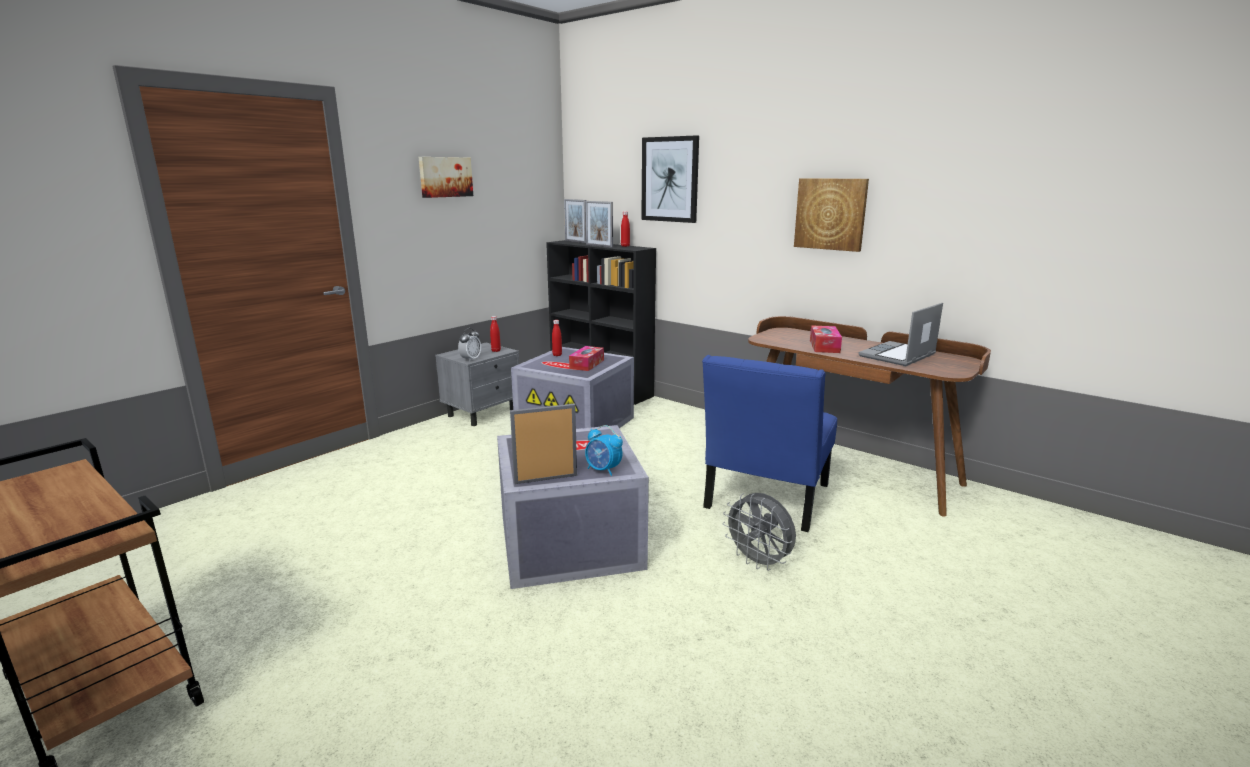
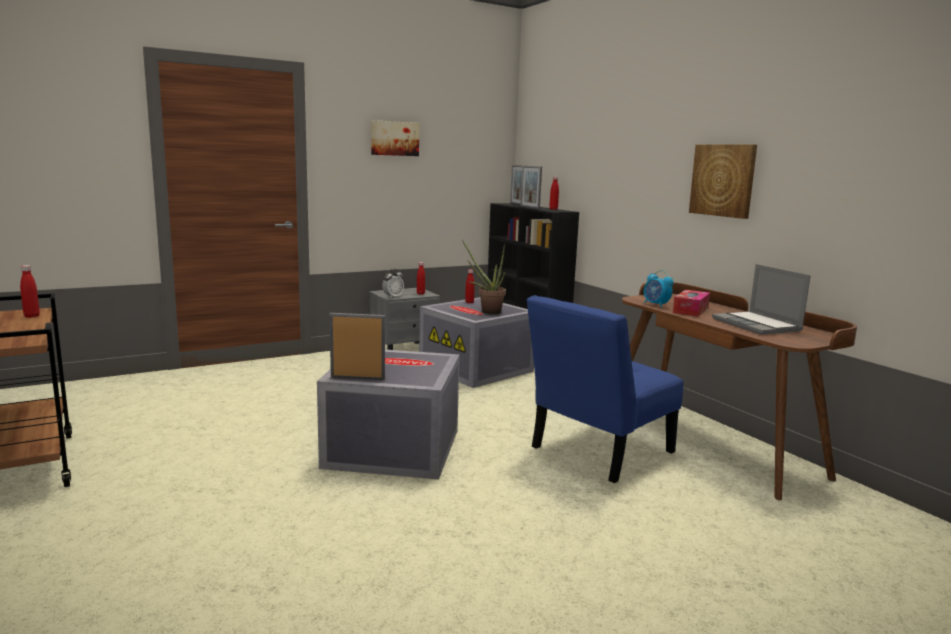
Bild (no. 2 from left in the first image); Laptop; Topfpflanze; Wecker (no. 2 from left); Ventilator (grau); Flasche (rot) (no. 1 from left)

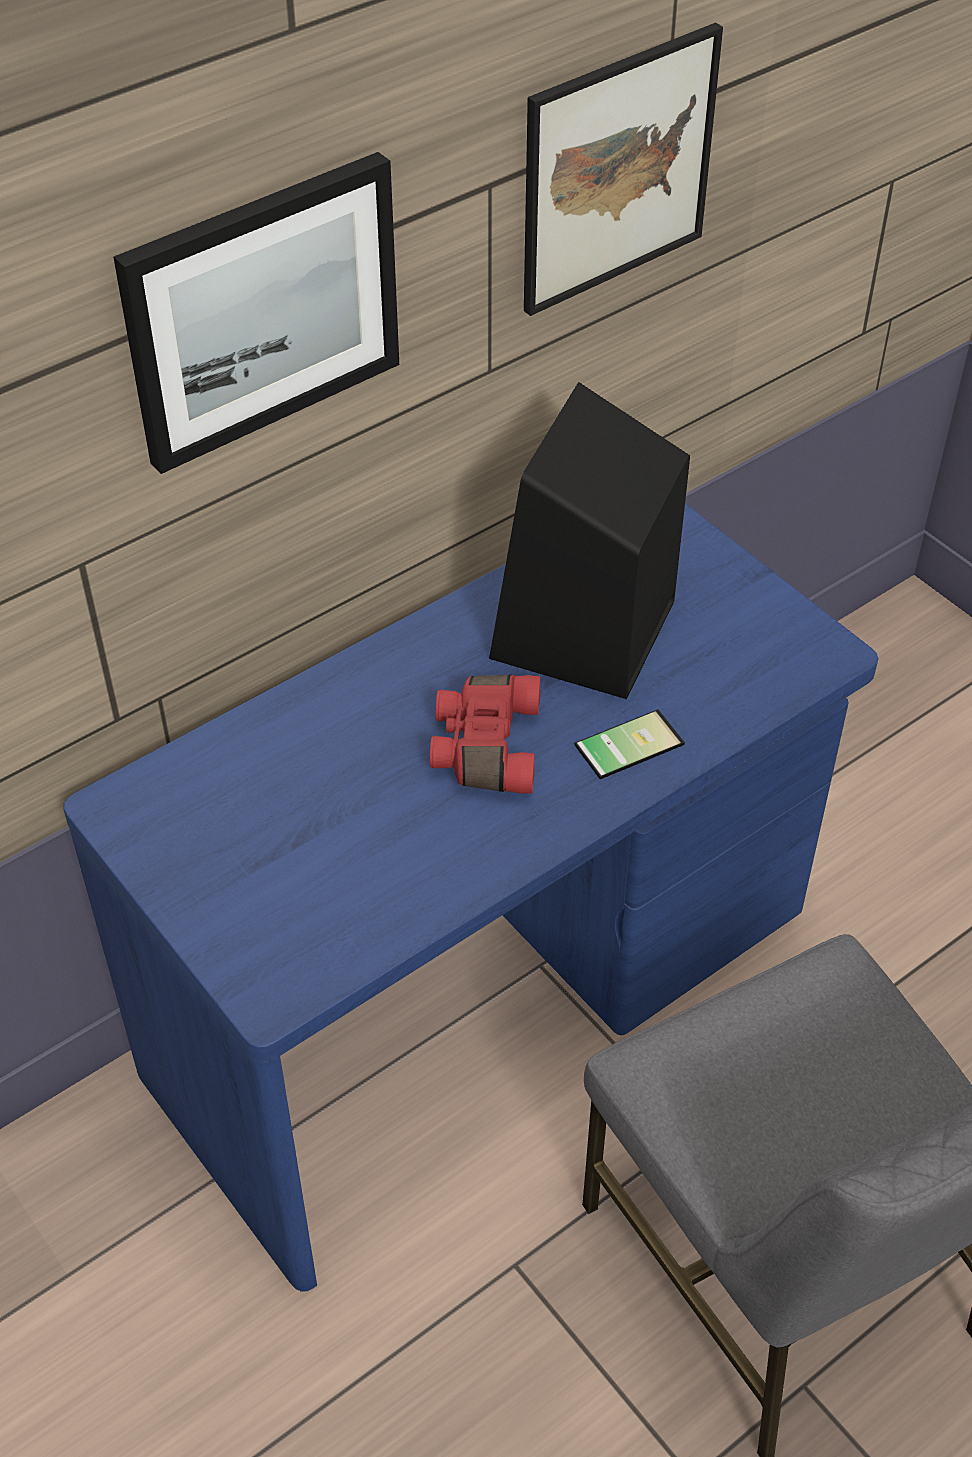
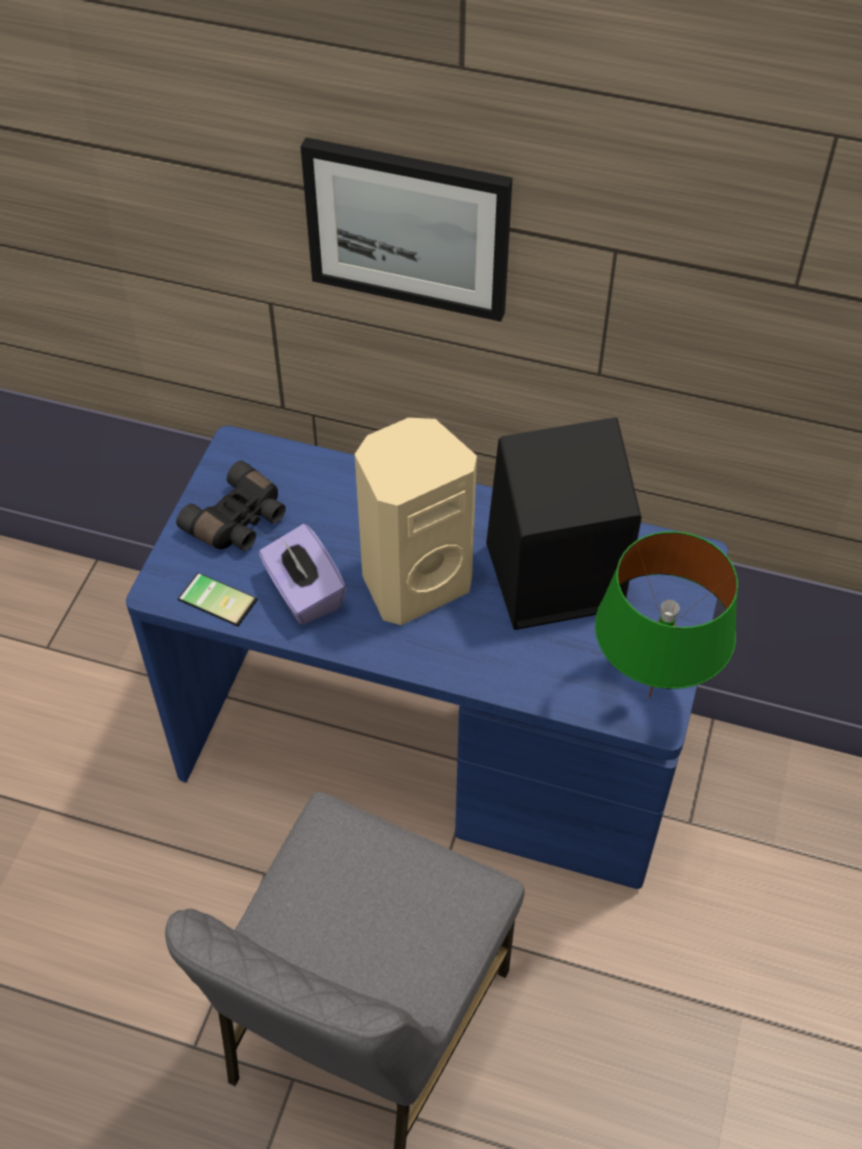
Bild (no. 2 from left in the first image); Lautsprecher (beige); Handy; Fernglas (schwarz); Taschentuchbox (lila); Tischlampe (grün)

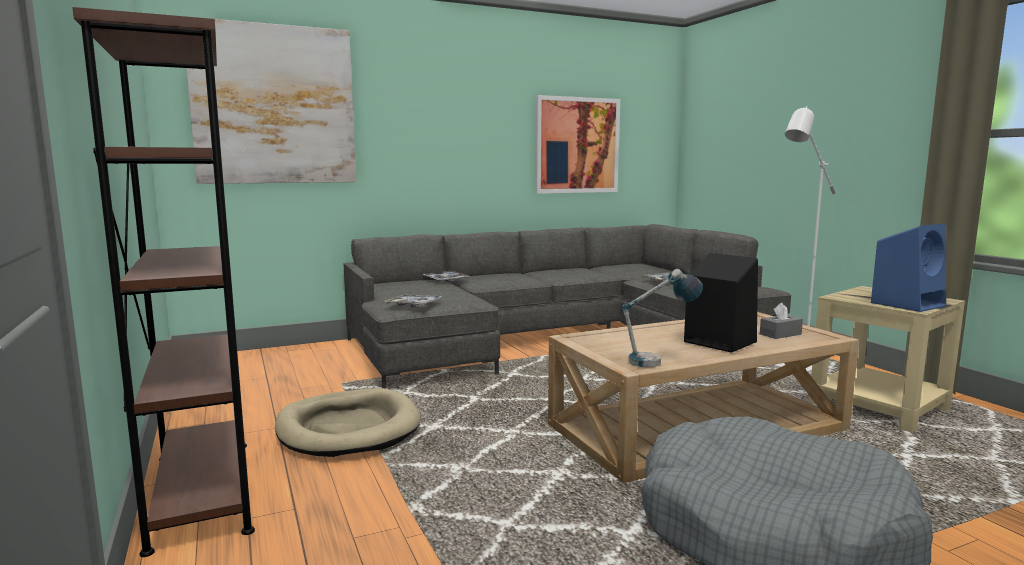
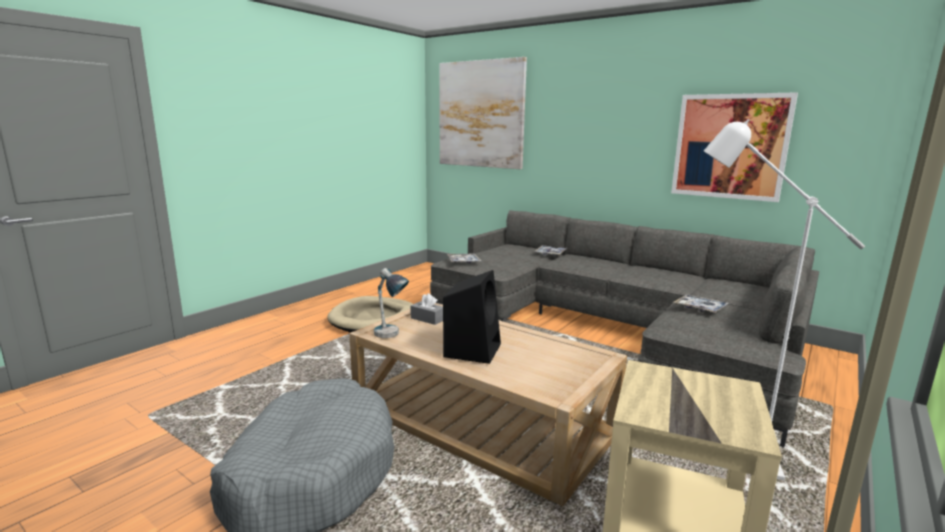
Bücherregal (braun); Lautsprecher (blau); Taschentuchbox (grau)

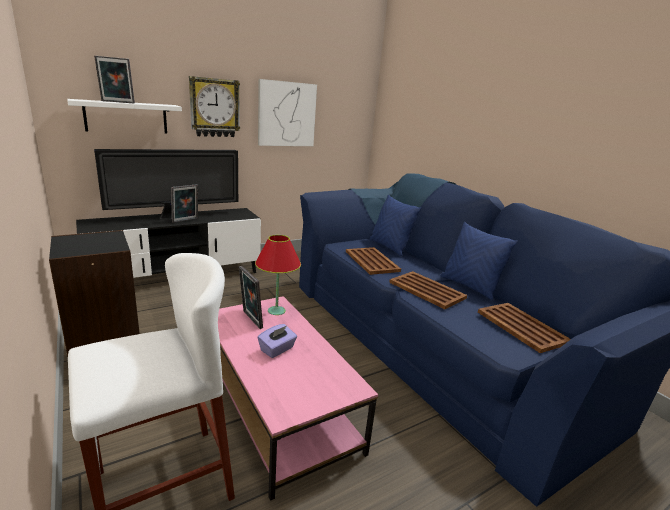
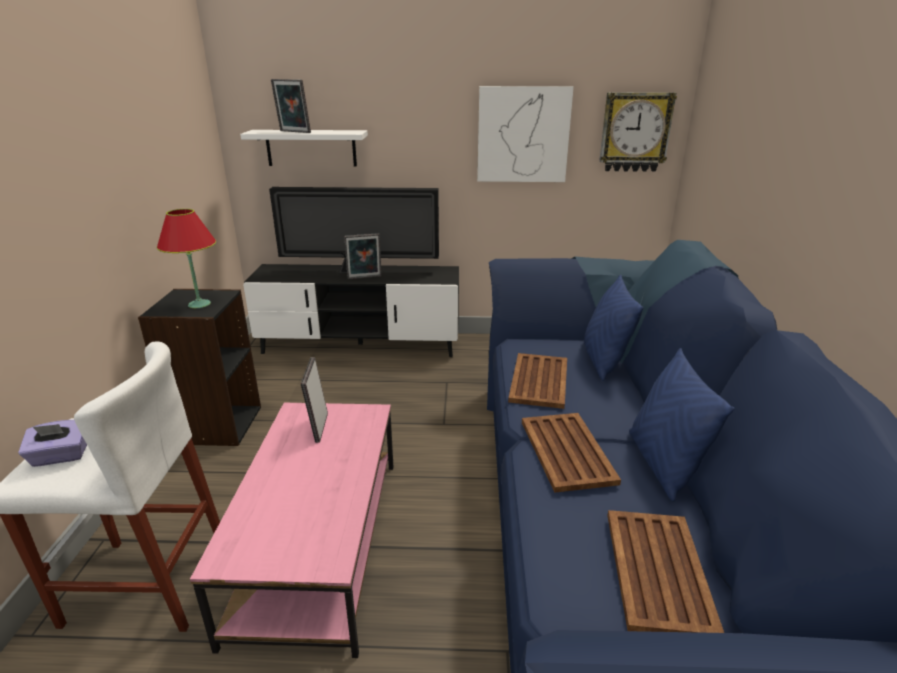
Wanduhr; Tischlampe (rot); Taschentuchbox (lila)

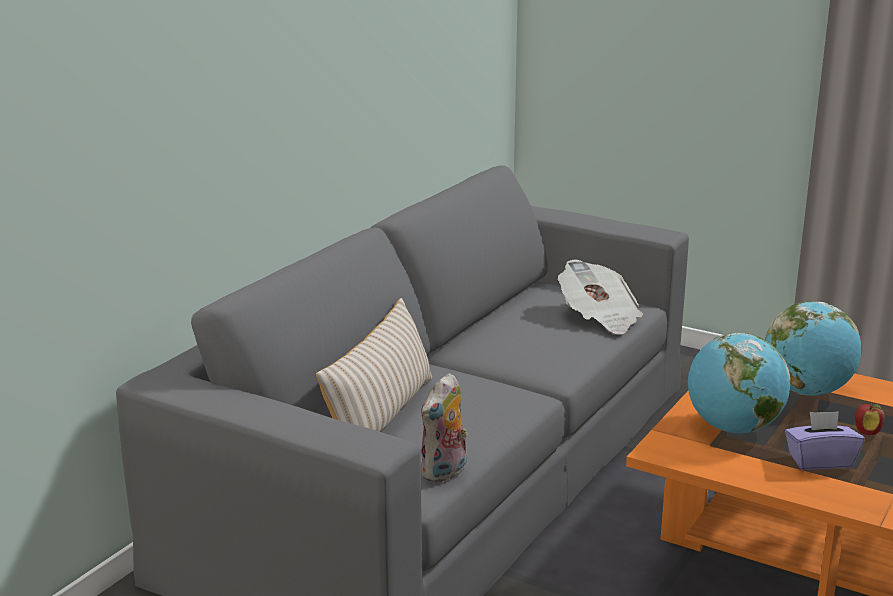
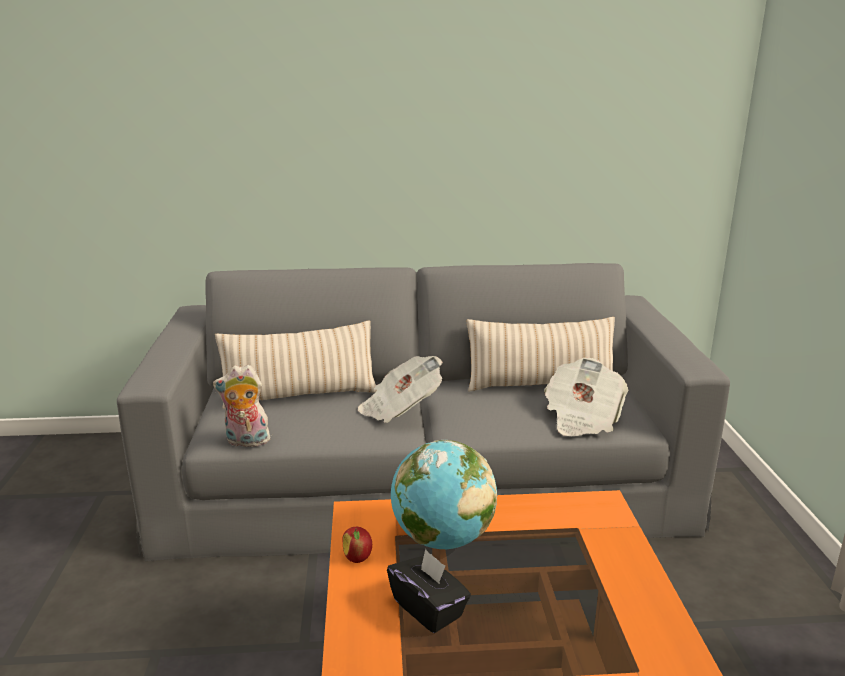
Globus (no. 2 from left in the first image); Apfel; Taschentuchbox (schwarz); Kissen (beige) (no. 2 from left); Zeitung (no. 1 from left)

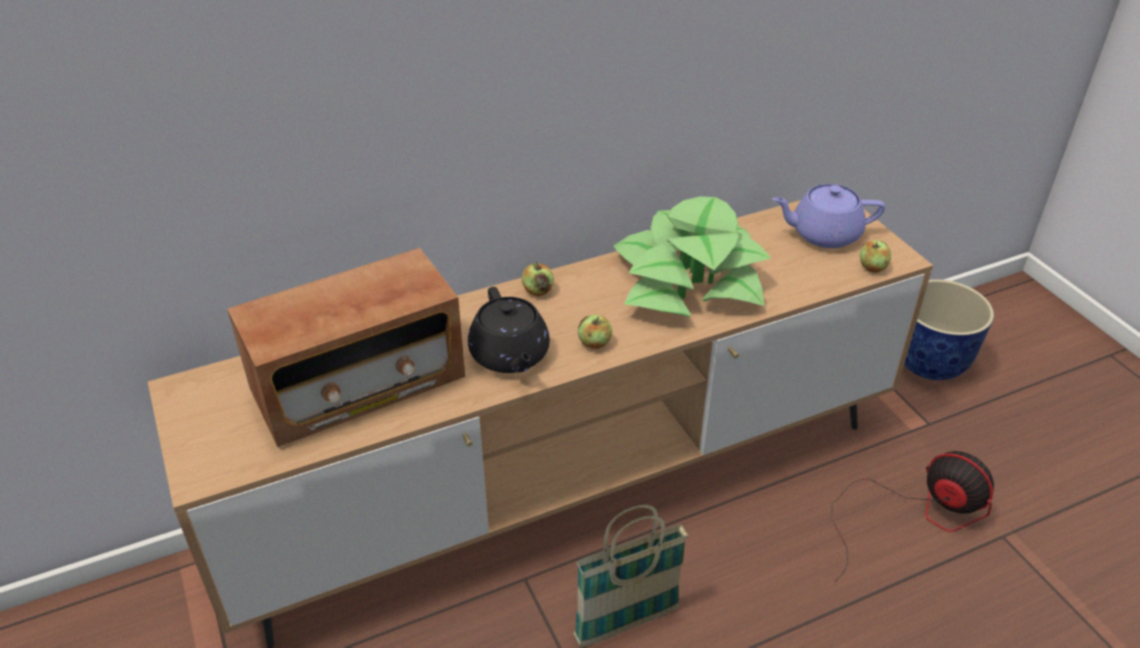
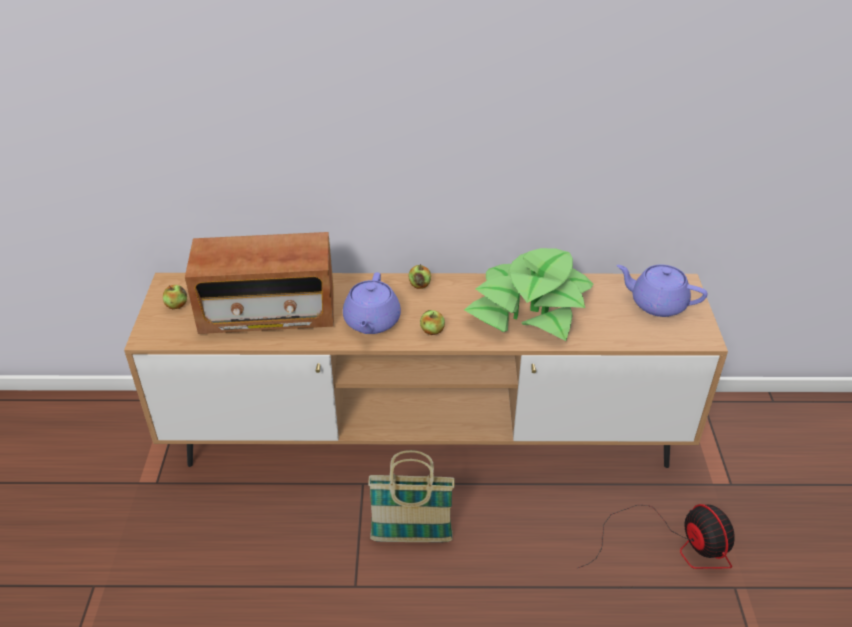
Apfel (no. 1 from left); Pflanzkübel; Teekanne (lila) (no. 1 from left)

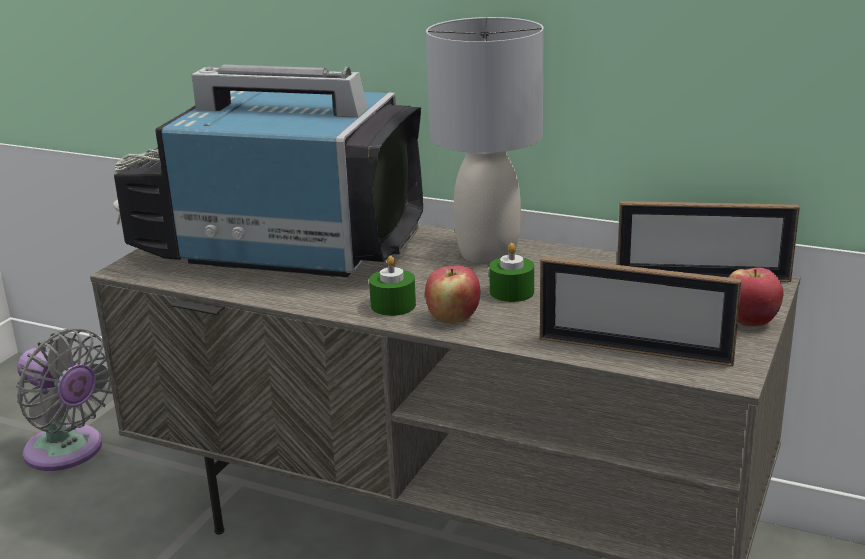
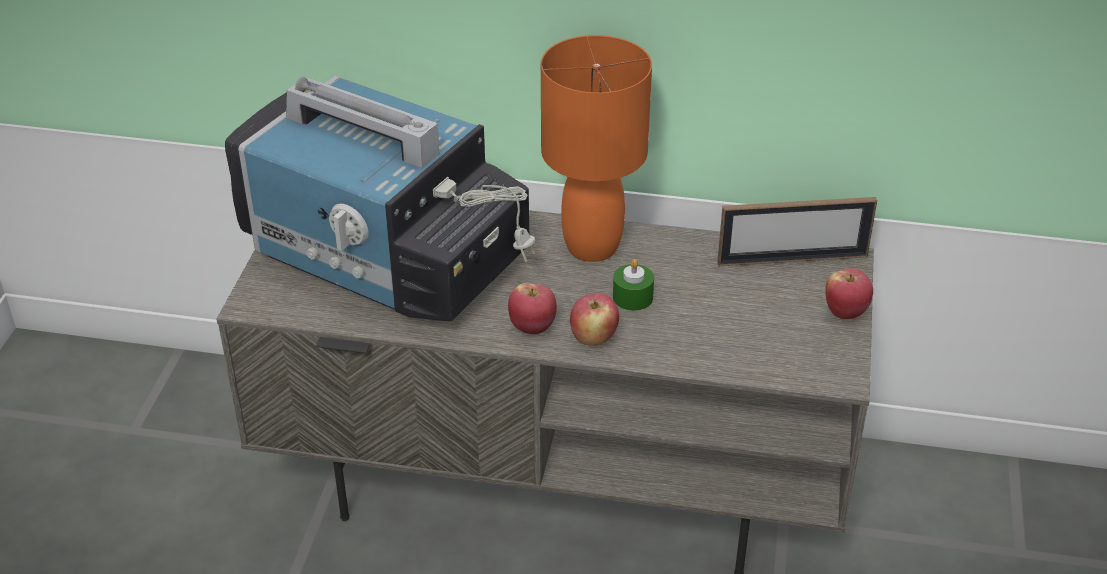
Tischlampe (orange); Fernseher; Apfel (no. 1 from left); Bilderrahmen (no. 1 from left in the first image); Ventilator (grau)

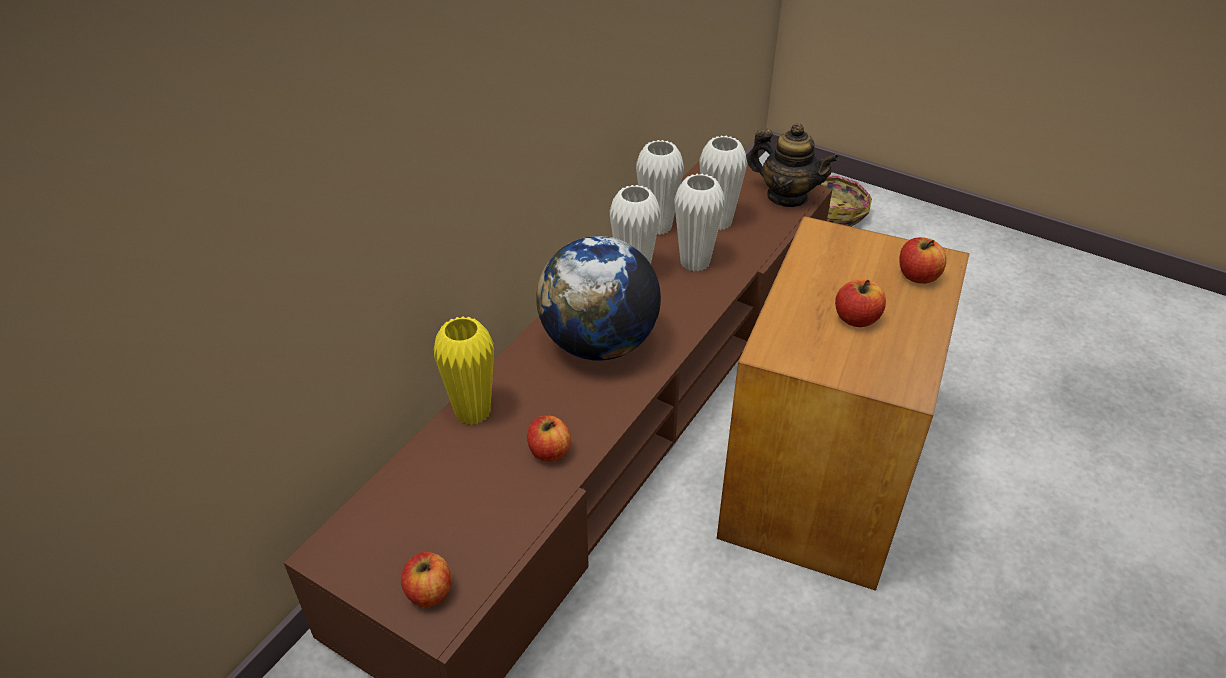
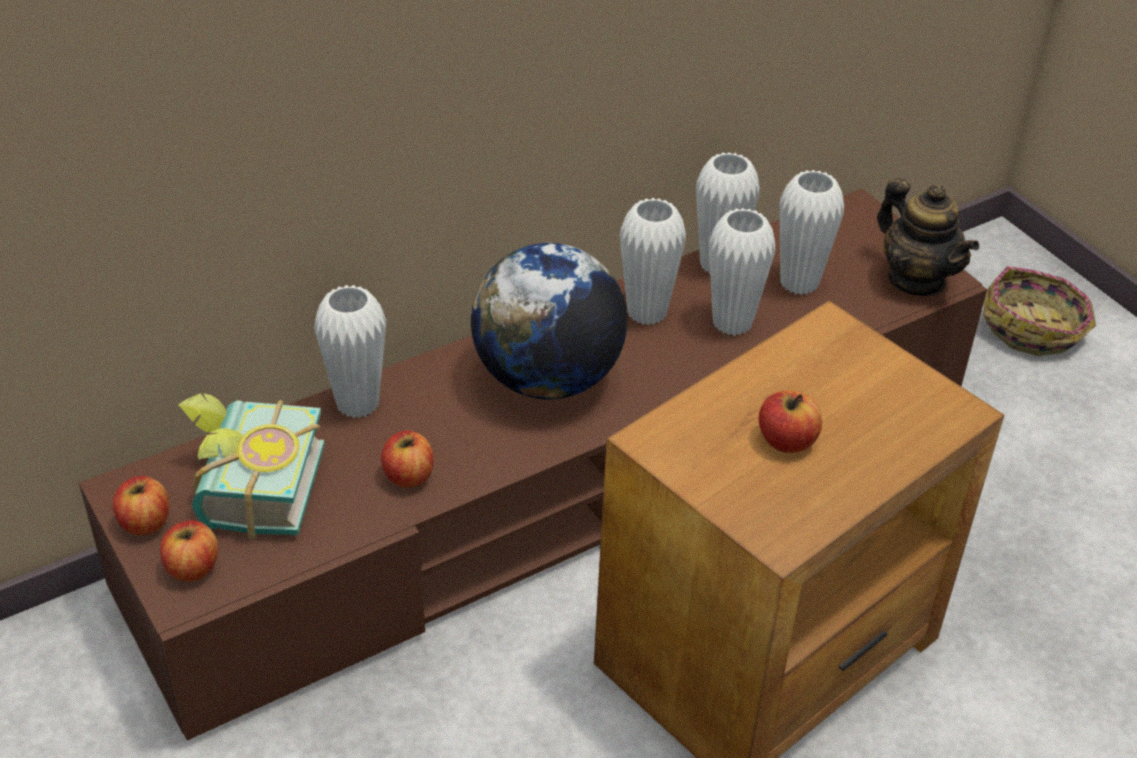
Apfel (no. 1 from left); Vase (weiß) (no. 1 from left); Buch

